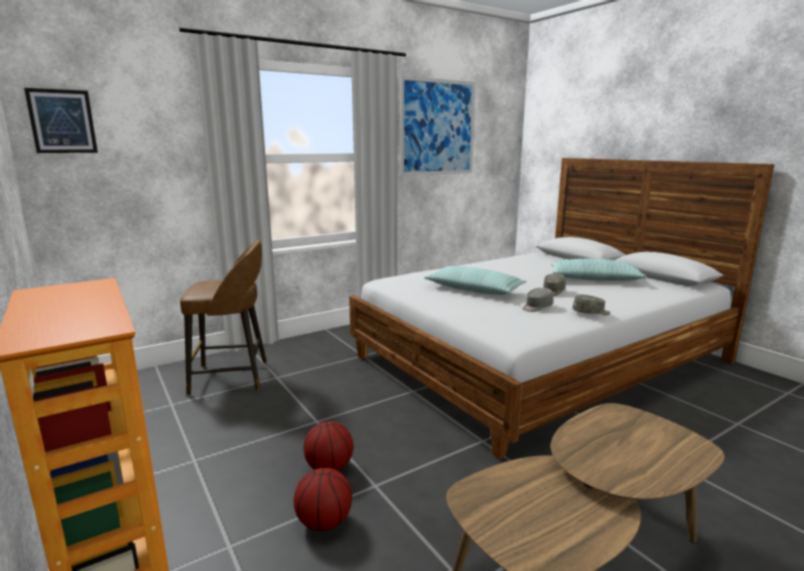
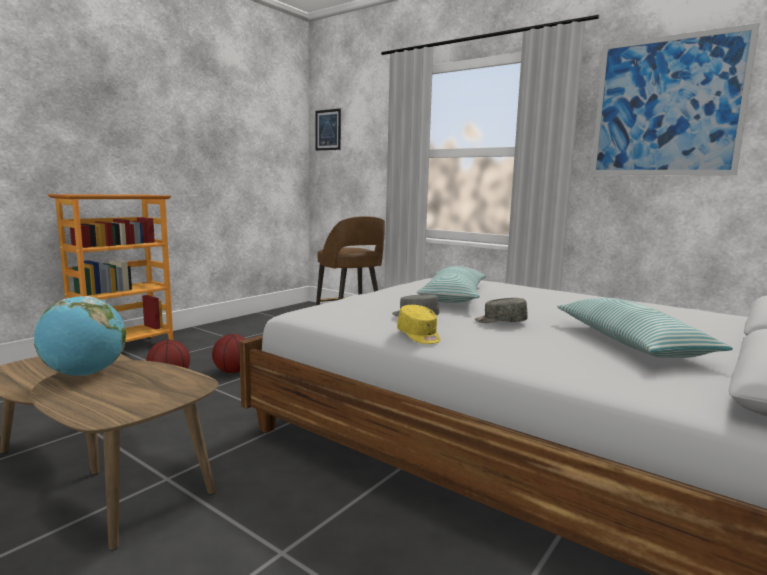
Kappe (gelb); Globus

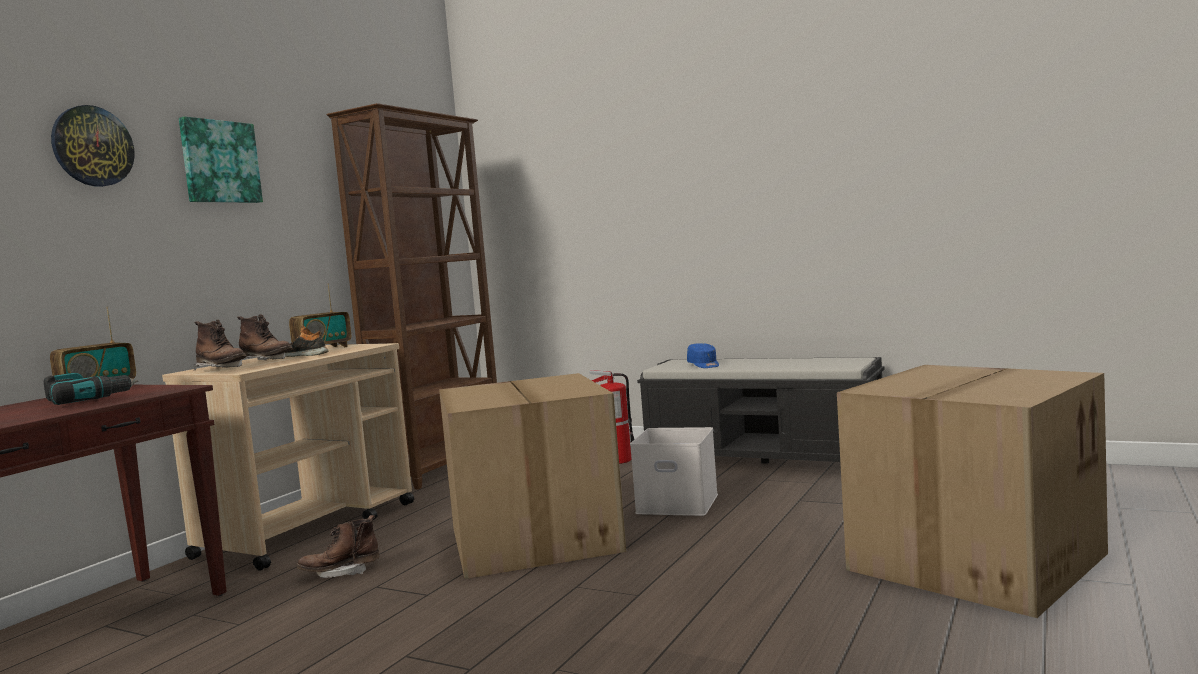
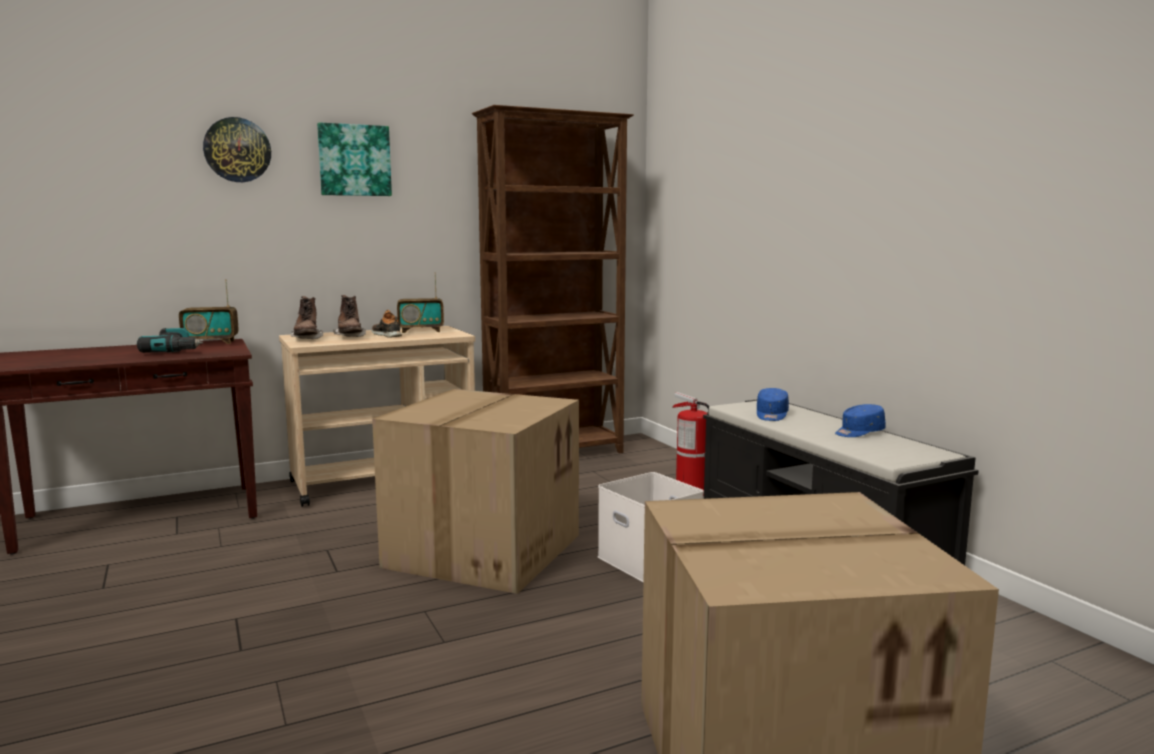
Stiefel (braun) (no. 3 from left in the first image); Kappe (blau) (no. 2 from left)

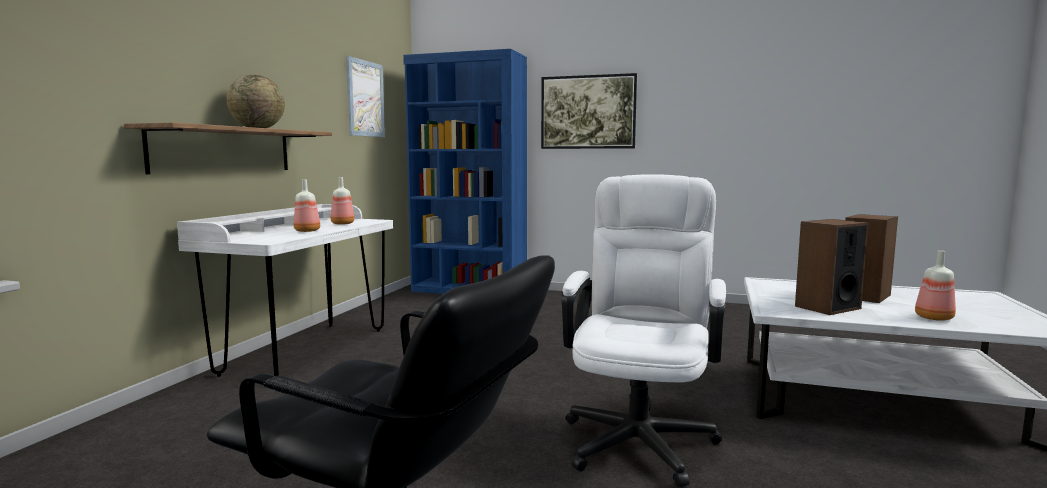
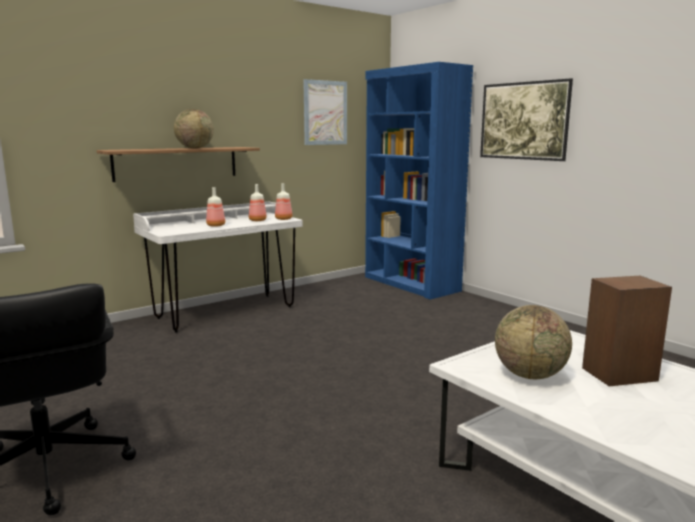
Bürostuhl (weiß); Globus (no. 2 from left); Flasche (no. 3 from left)

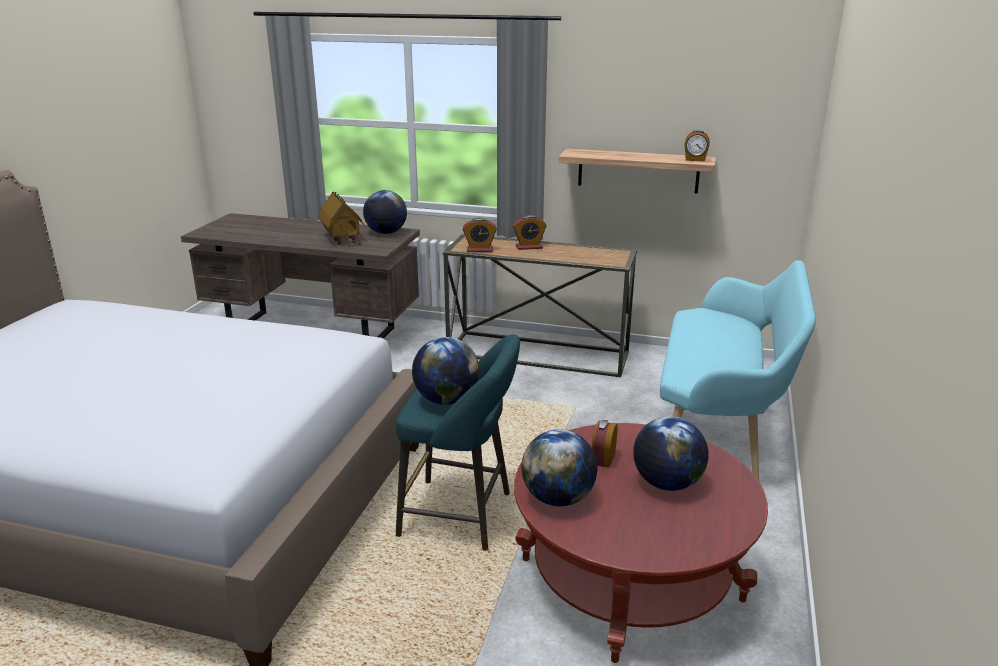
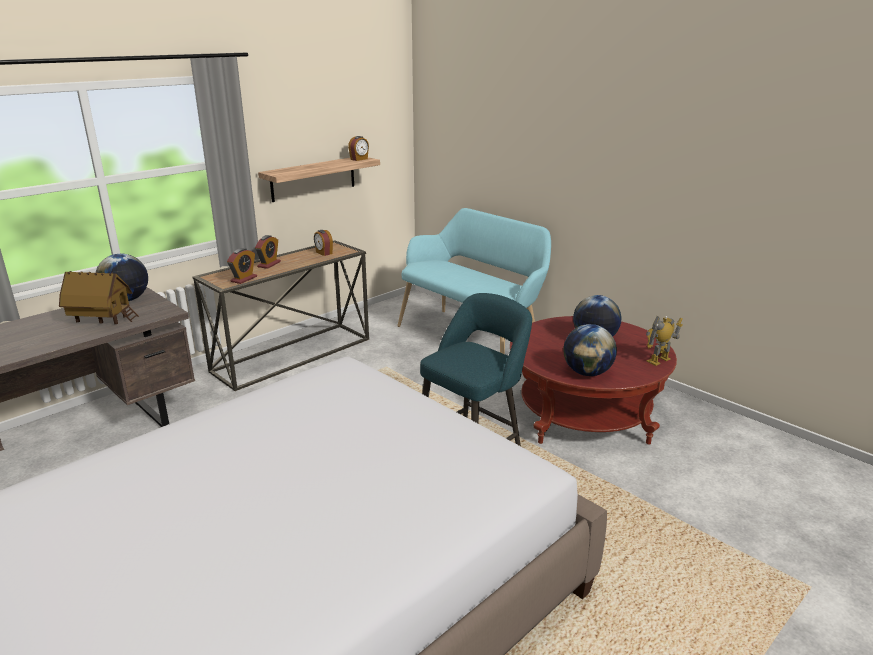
Globus (no. 2 from left in the first image); Wecker (no. 3 from left); Spielzeugroboter

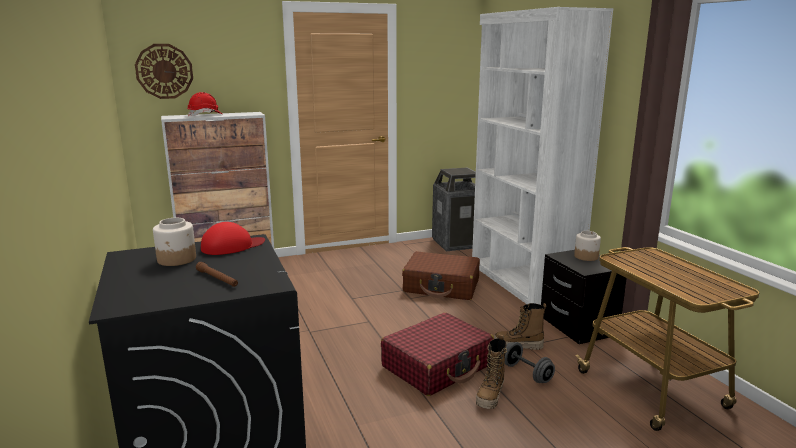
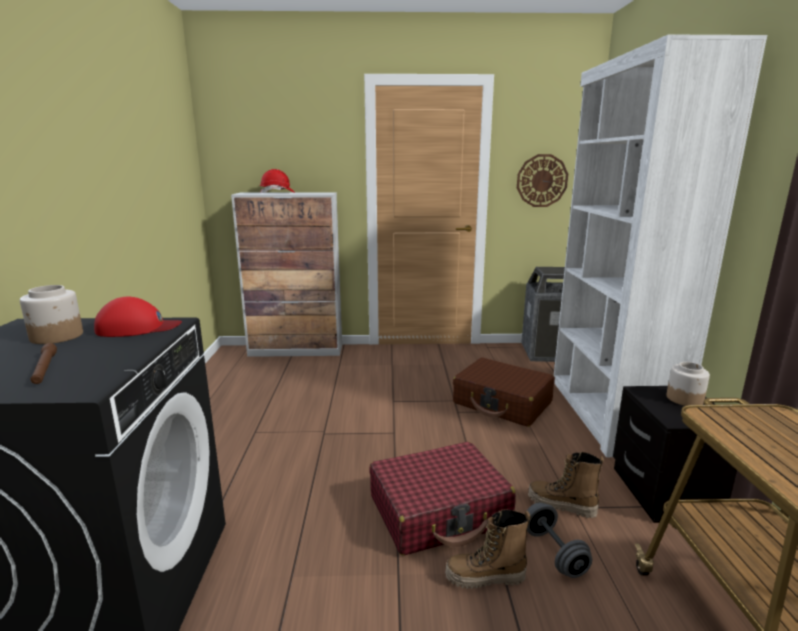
Wanduhr; Stiefel (no. 1 from left)

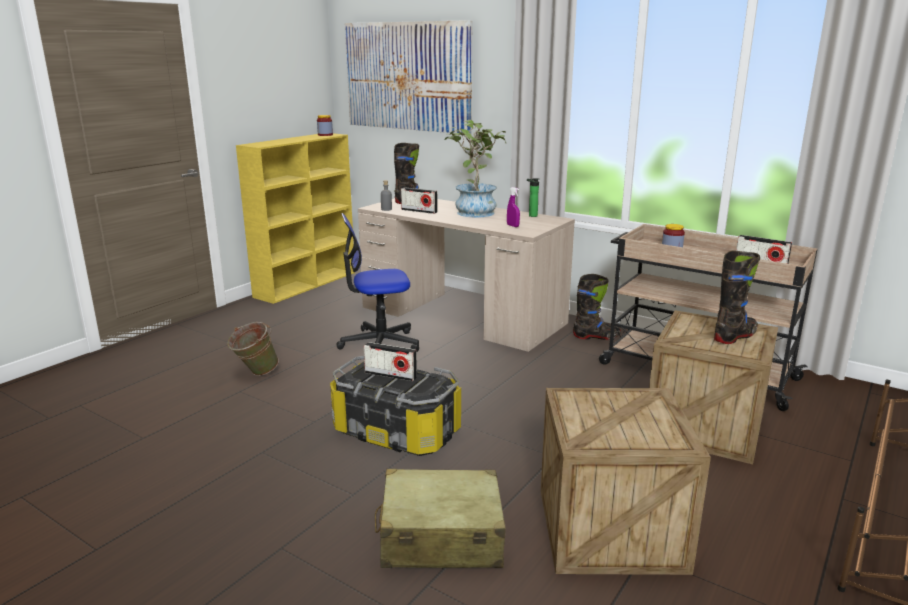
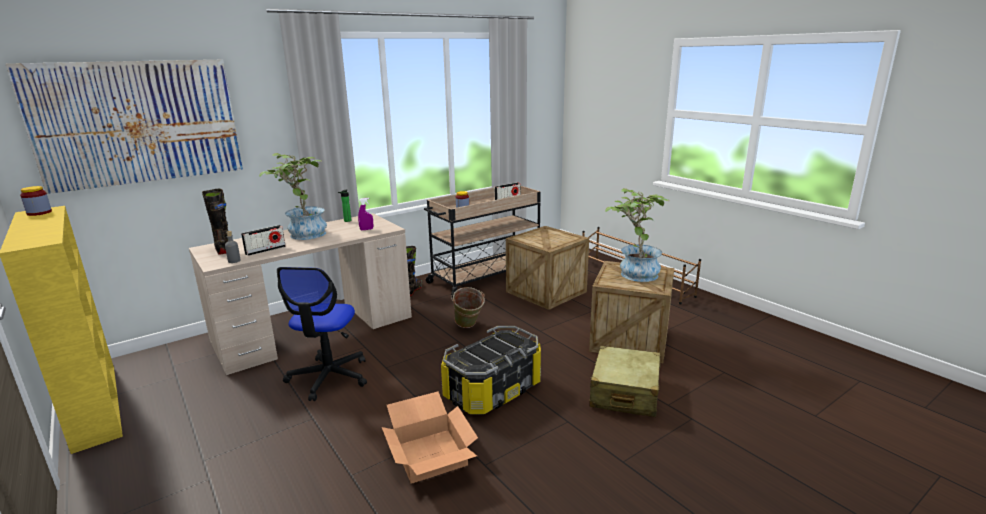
Stiefel (schwarz) (no. 3 from left in the first image); Eimer (grün); Radio (no. 1 from left in the first image); Topfpflanze (no. 2 from left); Karton

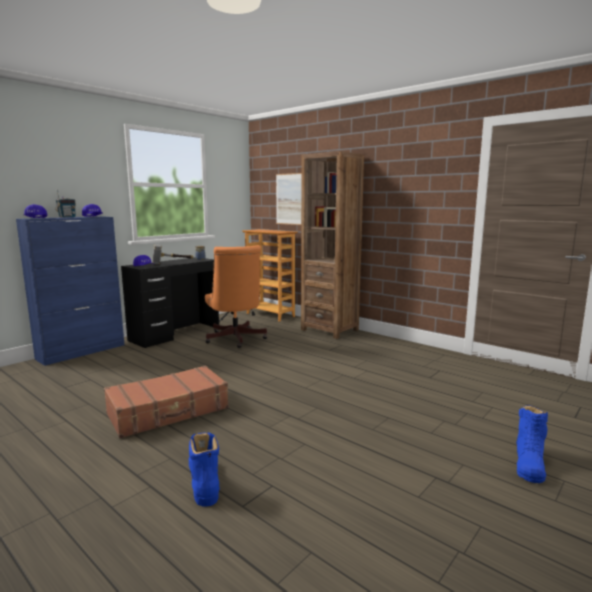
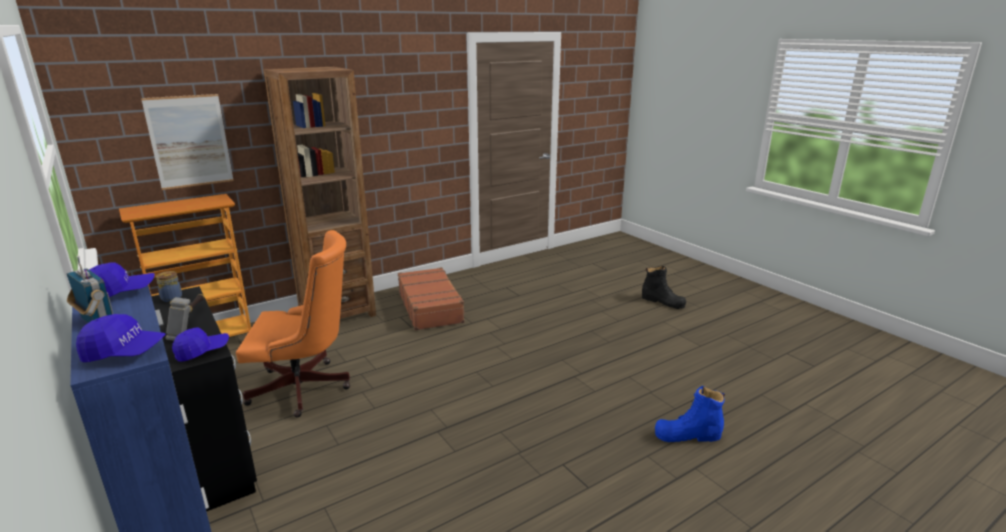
Koffer (braun); Stiefel (schwarz)

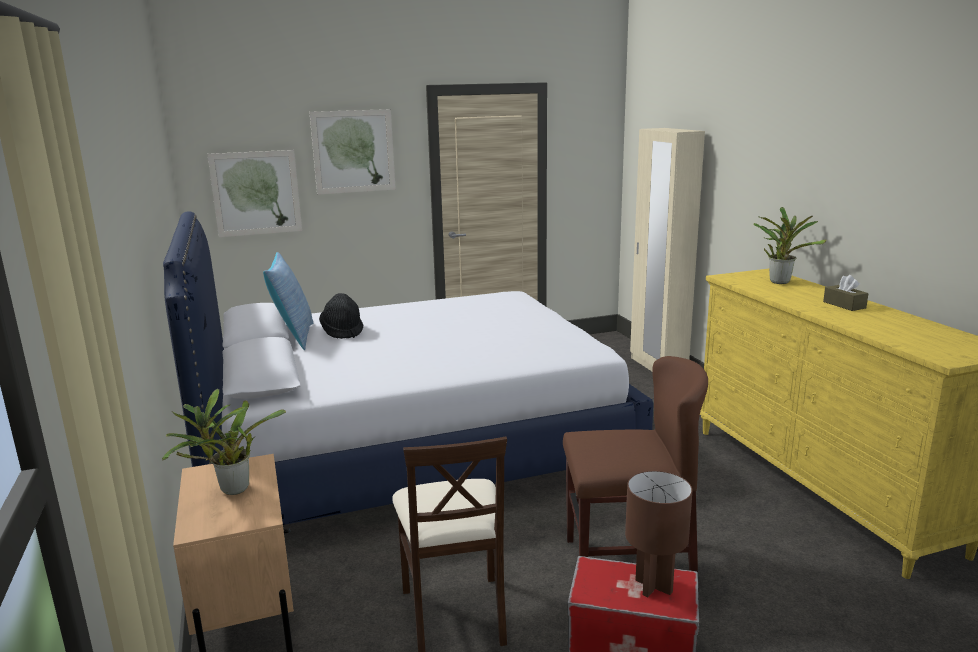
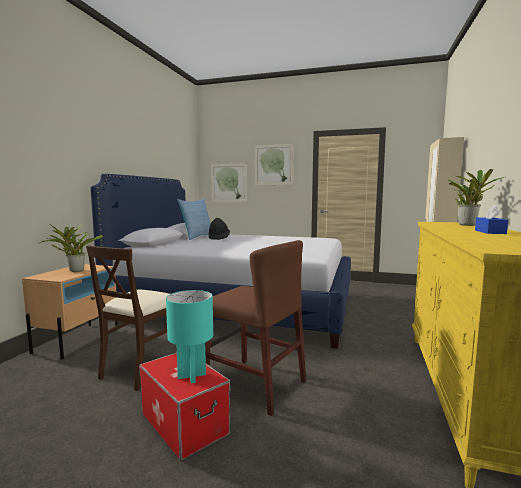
Taschentuchbox (blau); Tischlampe (türkis)

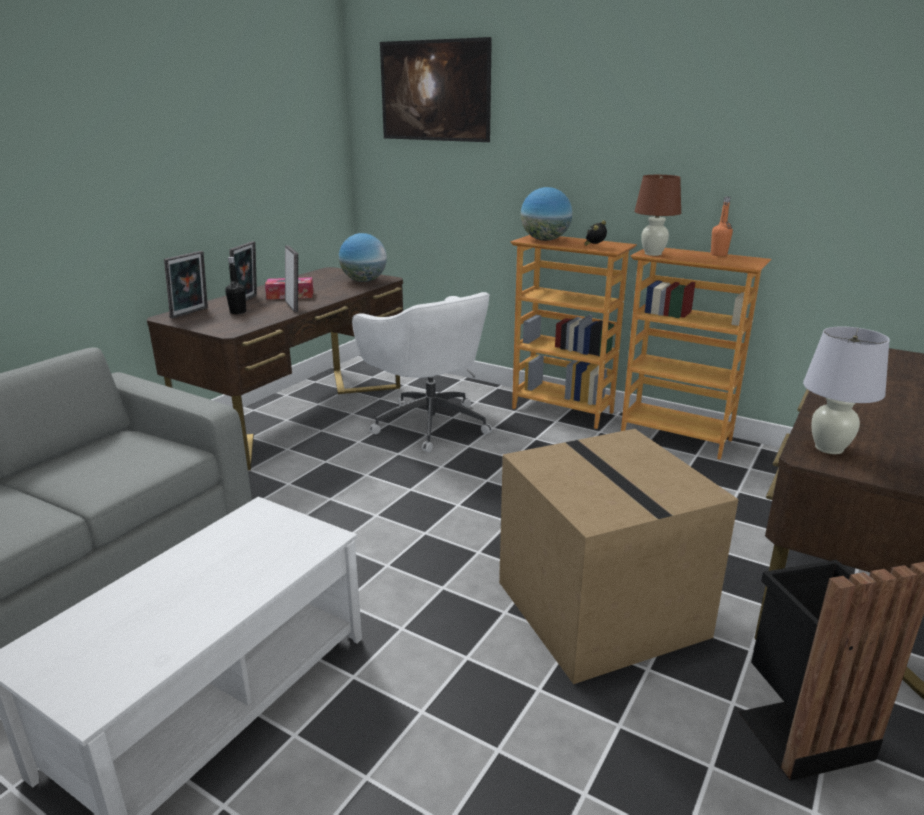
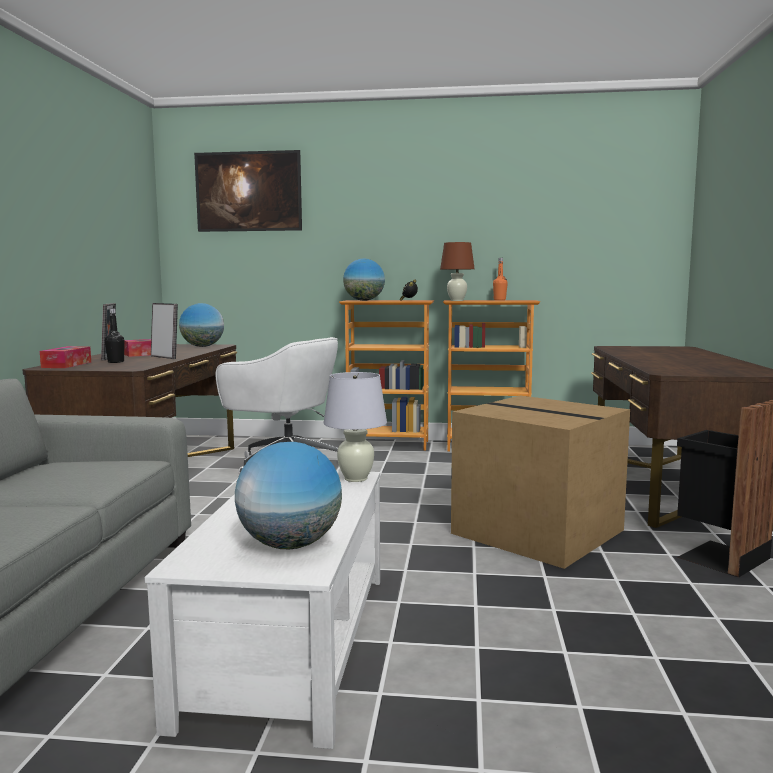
Taschentuchbox (no. 1 from left); Tischlampe (weiß); Globus (no. 2 from left)

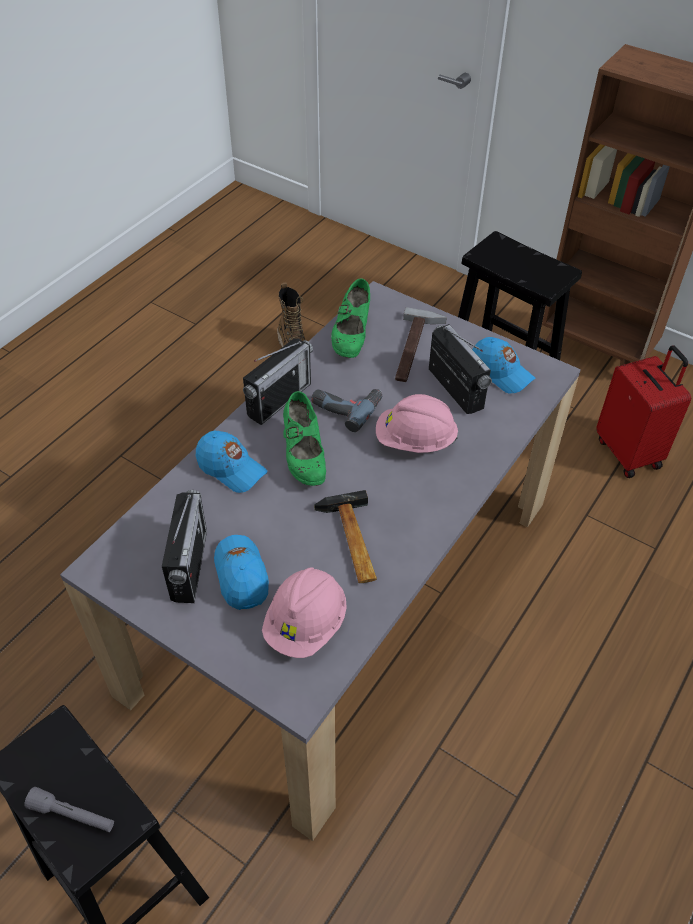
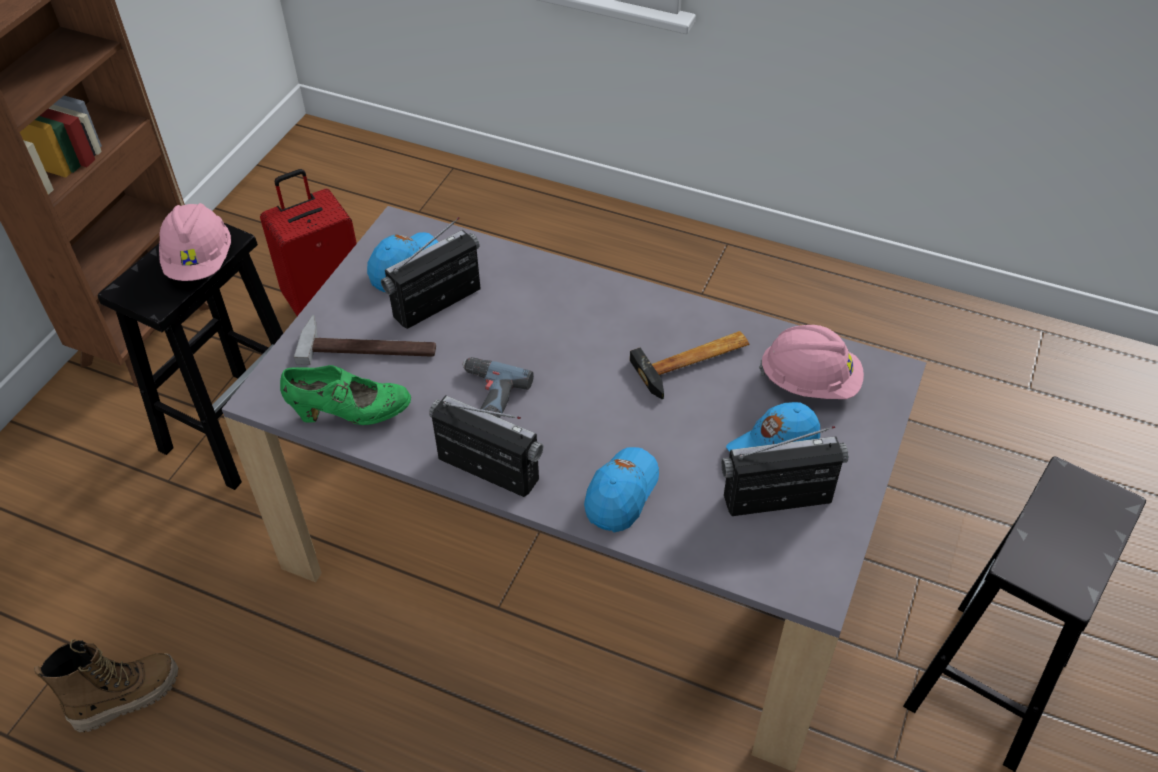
Schuh (grün) (no. 1 from left in the first image); Schutzhelm (rosa) (no. 1 from left); Taschenlampe (grau)

